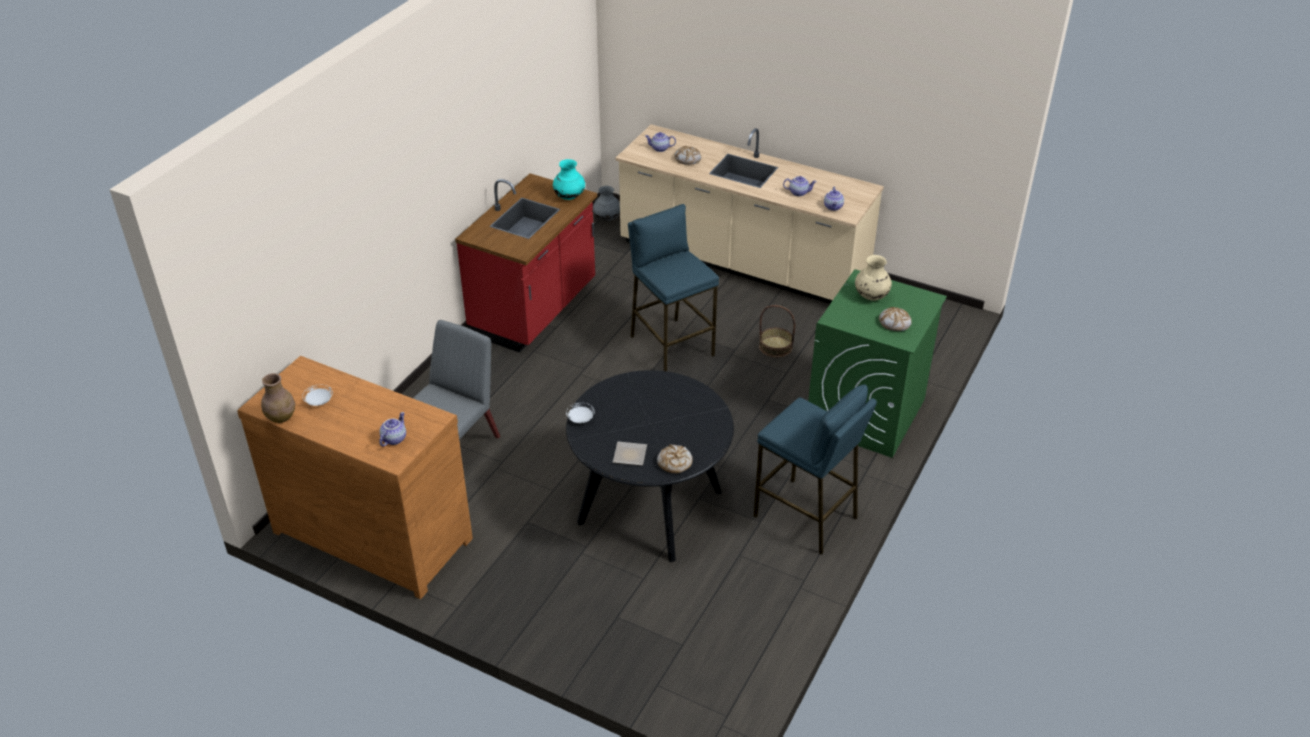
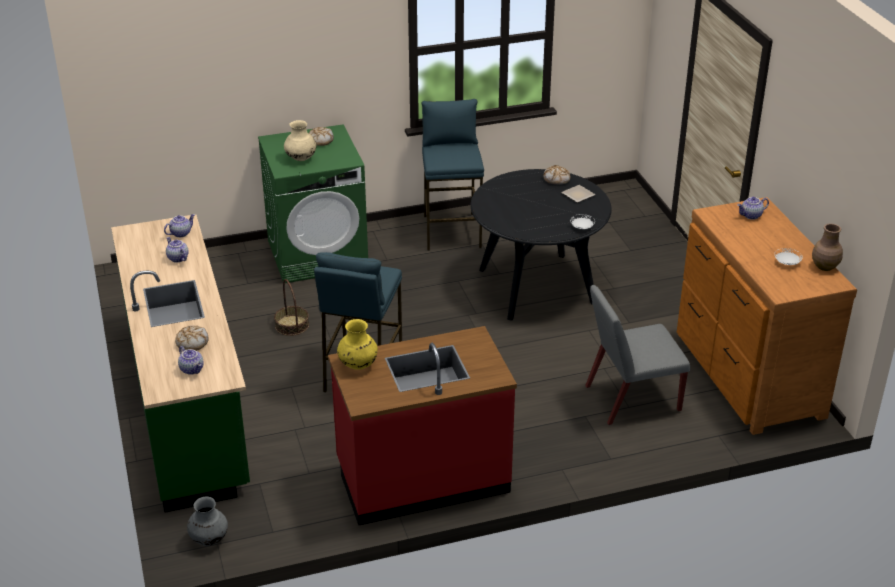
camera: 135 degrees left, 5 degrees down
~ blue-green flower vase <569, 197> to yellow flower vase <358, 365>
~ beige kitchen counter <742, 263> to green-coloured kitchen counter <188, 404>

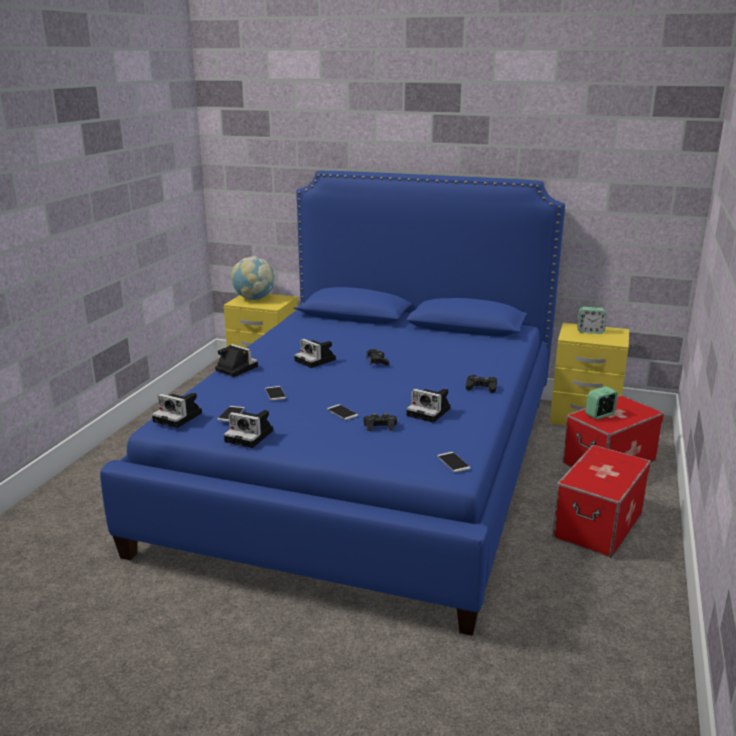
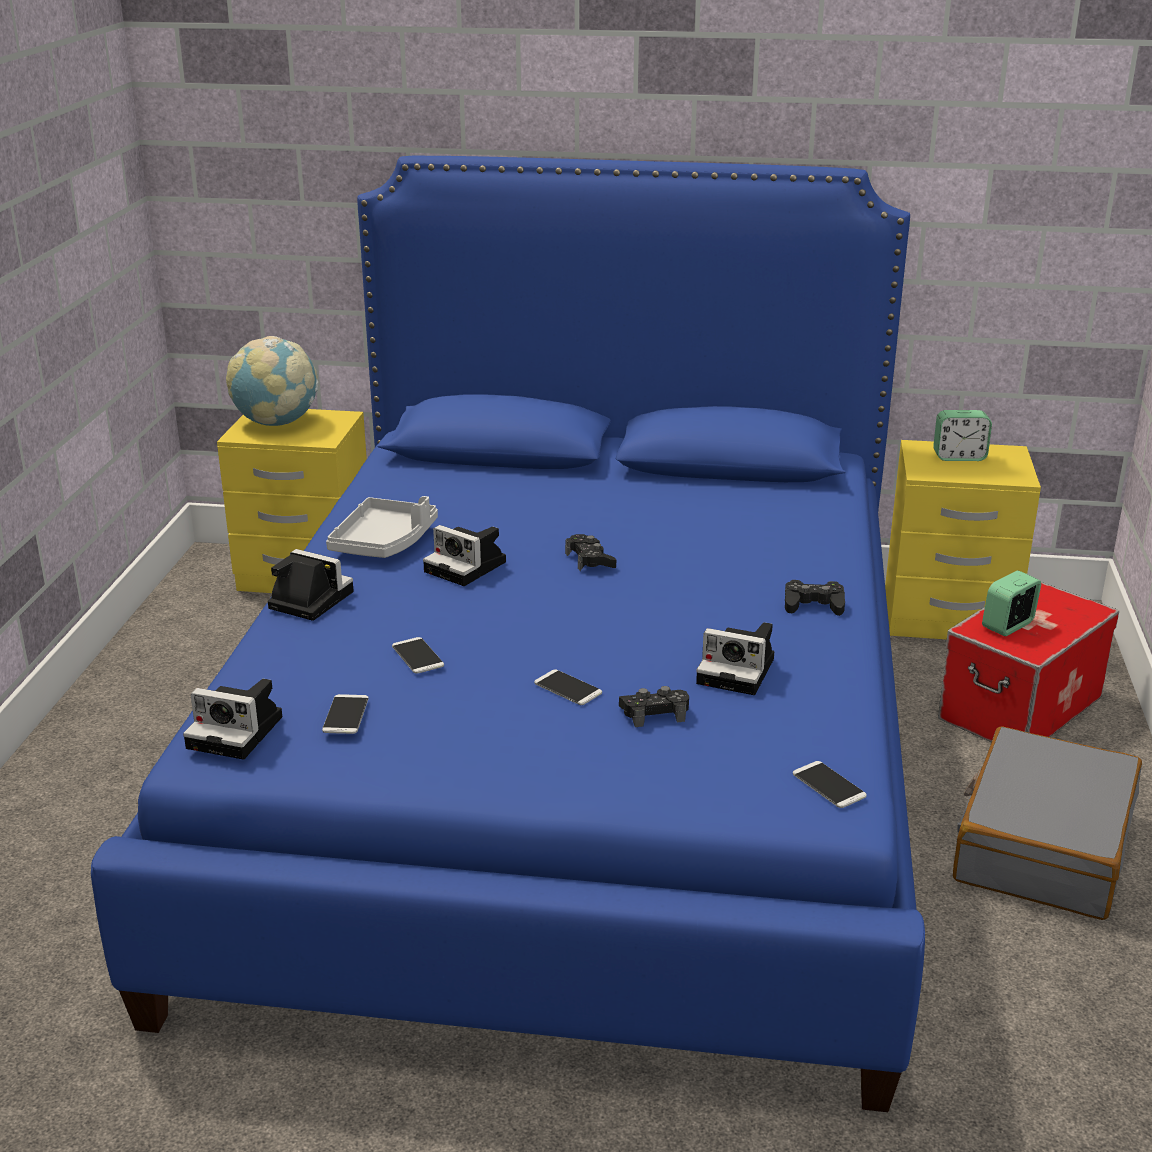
camera: 10 degrees left, 5 degrees up
- still camera <251, 436>
+ gray serving tray <384, 542>
~ storage bin <598, 525> to gray suitcase <1042, 846>

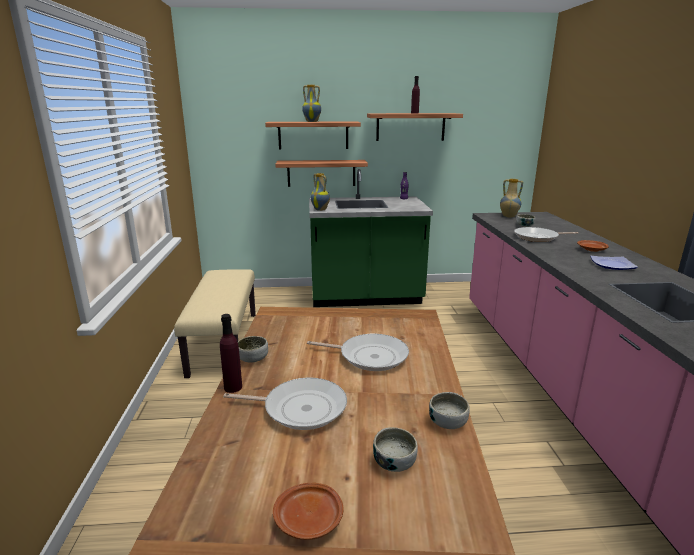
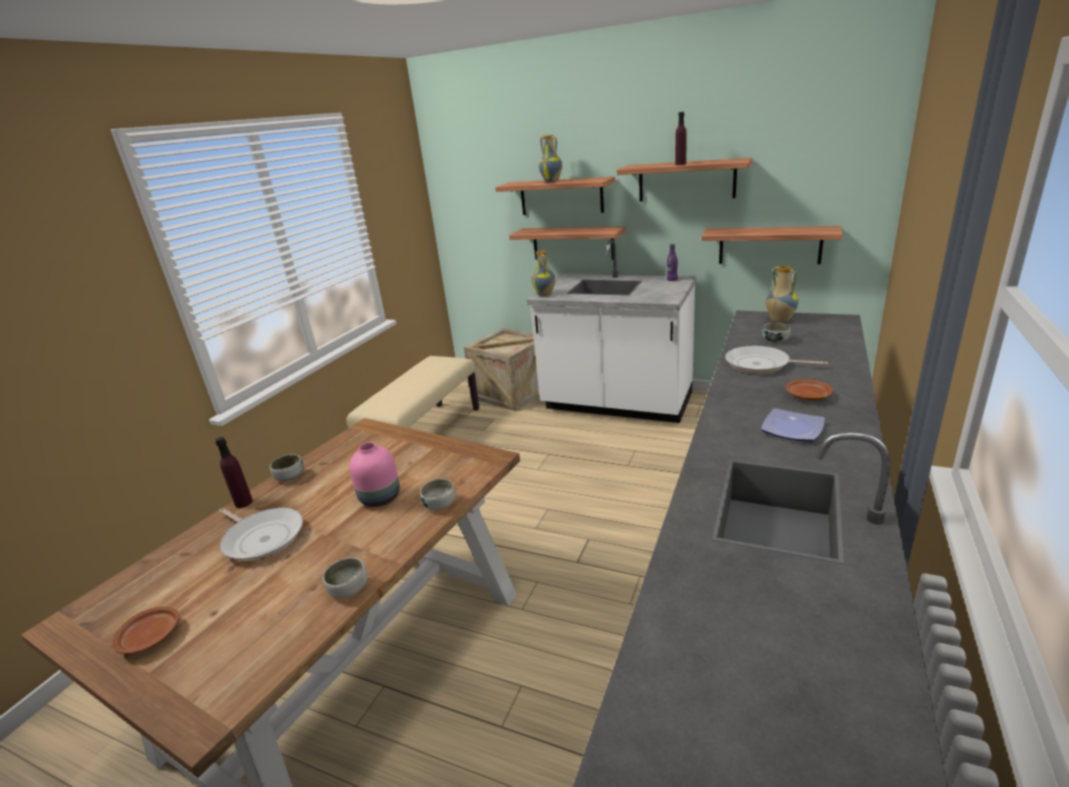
camera: 30 degrees right, 5 degrees up
+ shipping crate <512, 393>
+ wall shelf <769, 245>
~ deep dish <394, 462> to <440, 504>
~ pan <369, 356> to pink flower vase <380, 497>
~ green-coloured kitchen counter <365, 297> to white kitchen counter <617, 403>

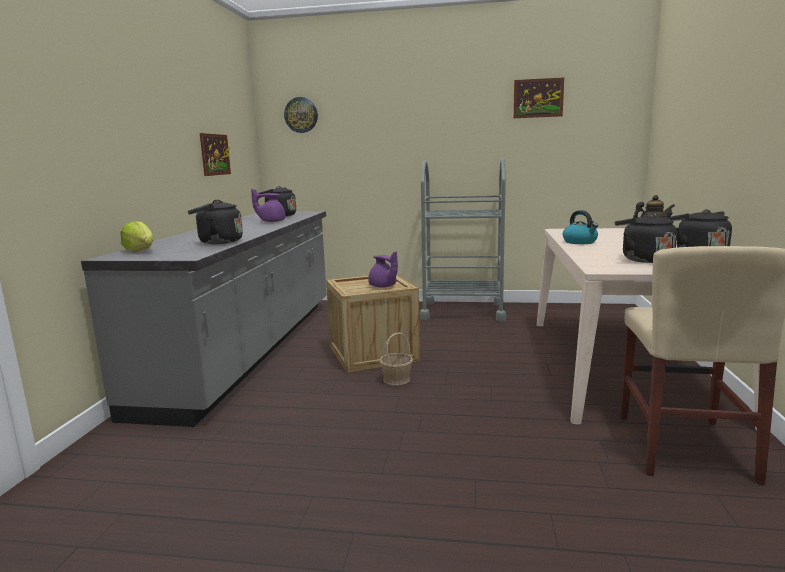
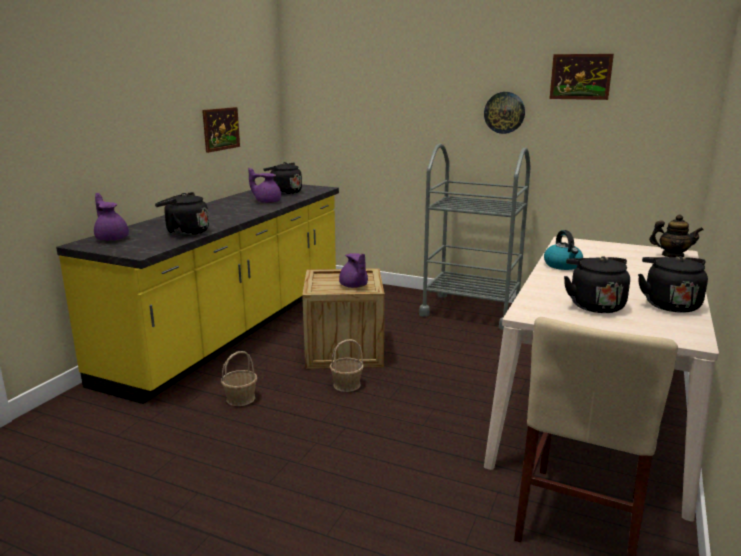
camera: 15 degrees right, 5 degrees up
+ household basket <241, 398>
~ hanging clock <301, 115> to <504, 112>
~ head of lettuce <140, 251> to purple pot for tea <112, 238>
~ gray kitchen counter <250, 349> to yellow kitchen counter <235, 327>

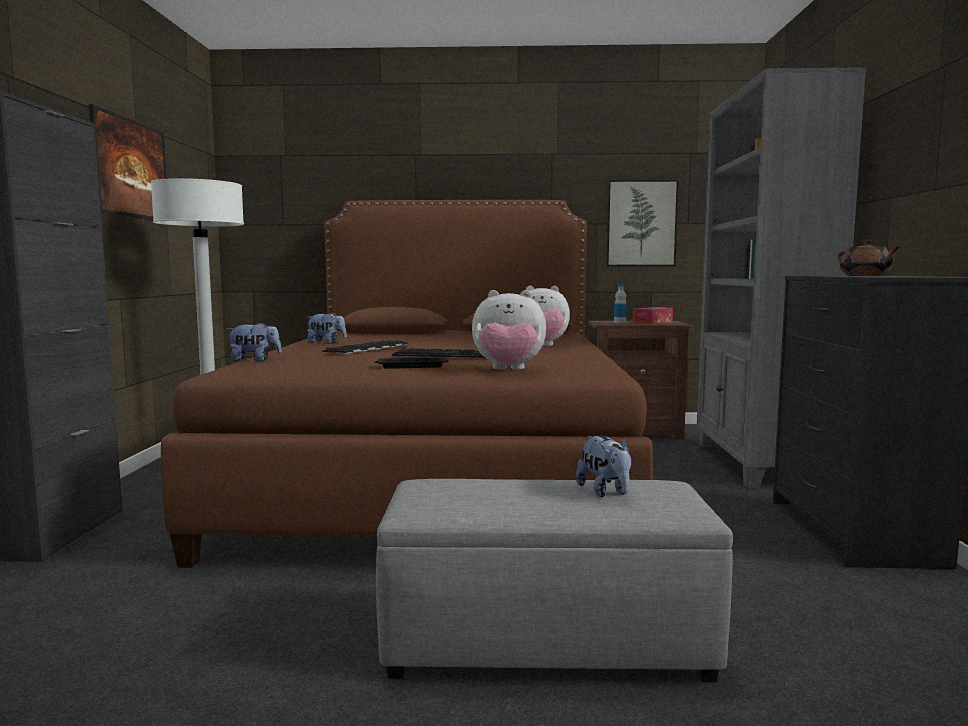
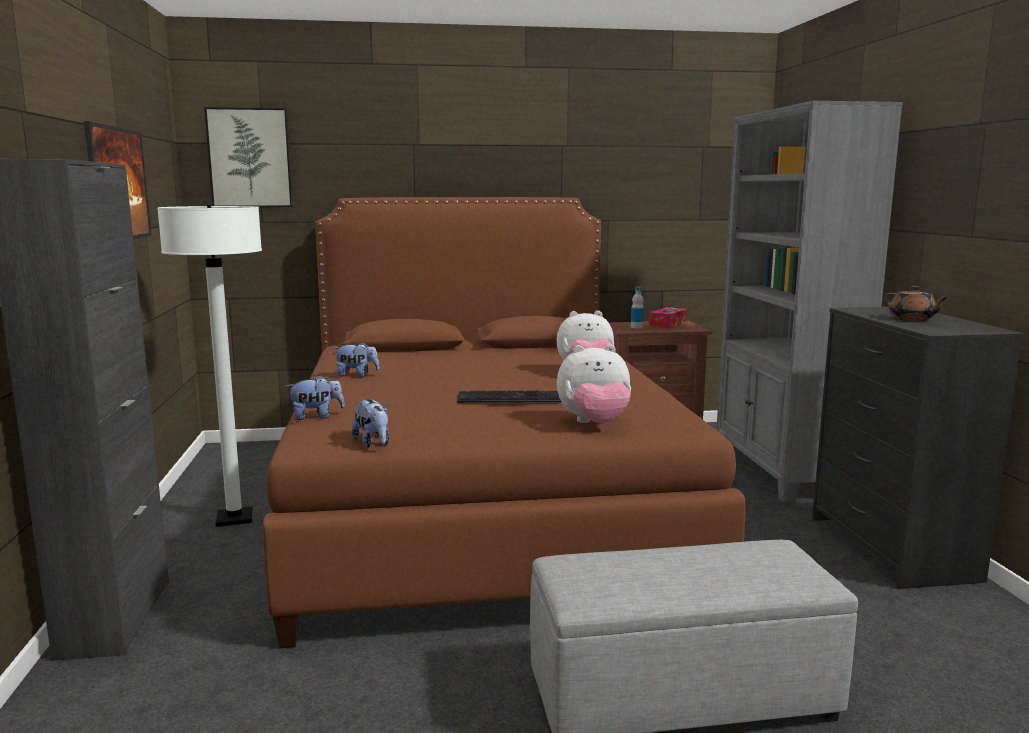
camera: 10 degrees left, 5 degrees up
- computer keyboard <367, 348>
- black-coloured serving tray <411, 366>
~ plush toy <605, 492> to <373, 443>
~ wall picture <641, 223> to <250, 158>

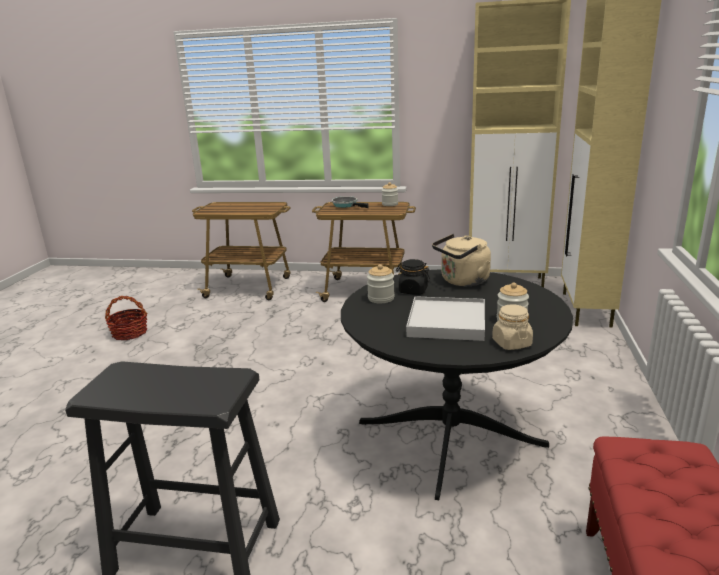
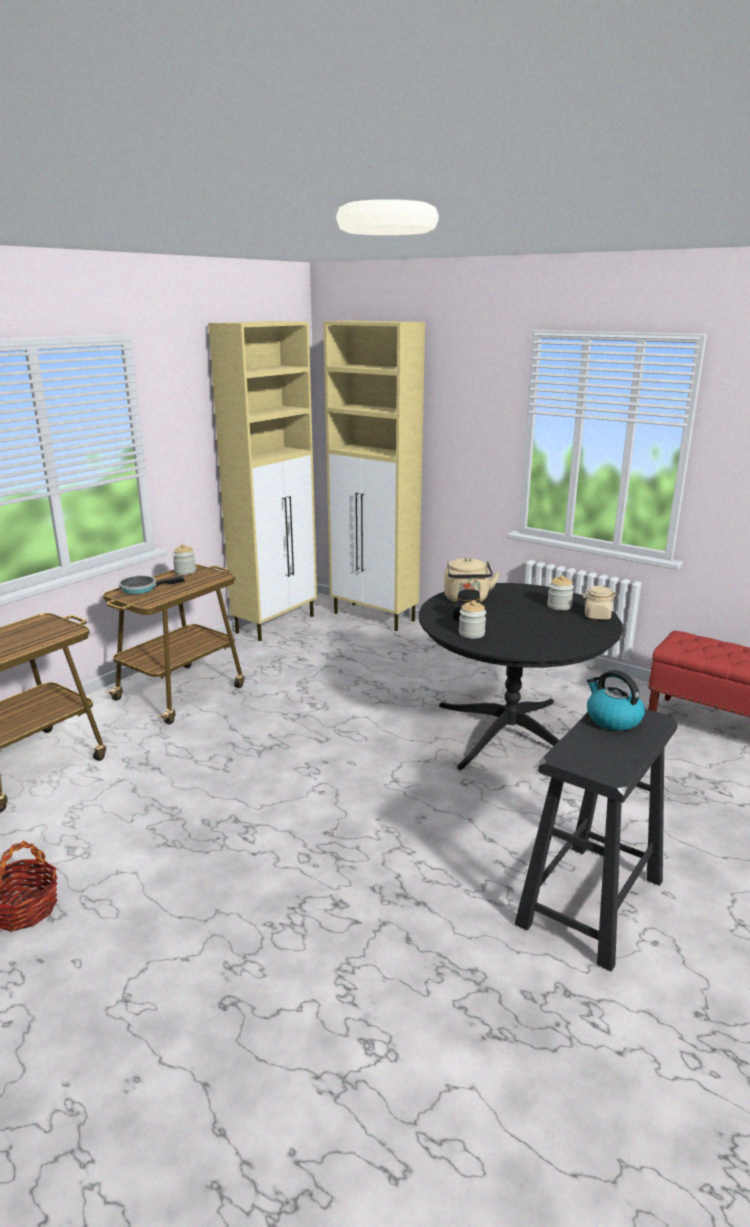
camera: 65 degrees left, 0 degrees up
- white serving tray <447, 322>
+ tea kettle <612, 719>

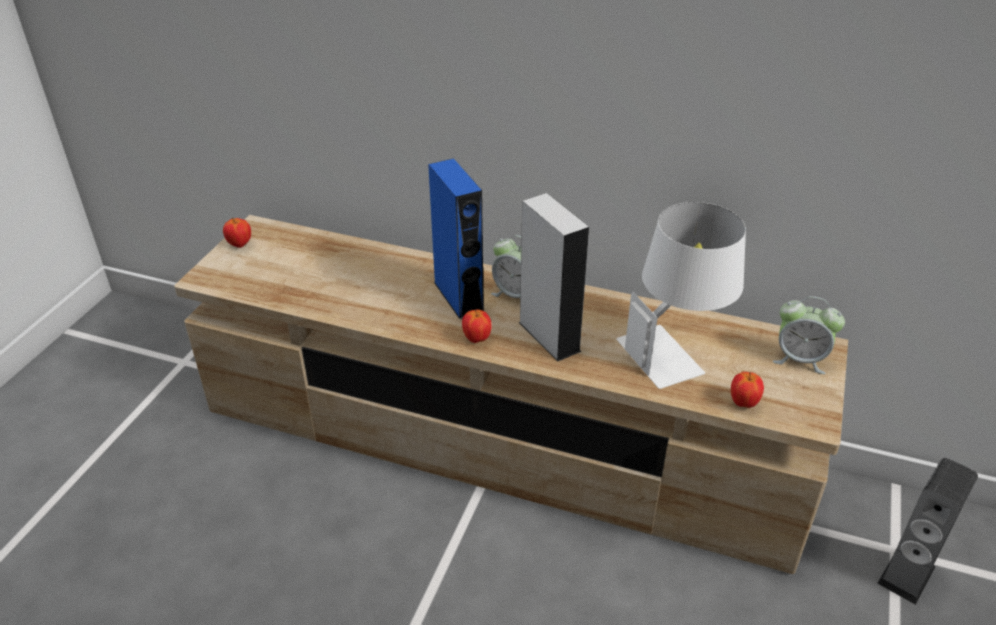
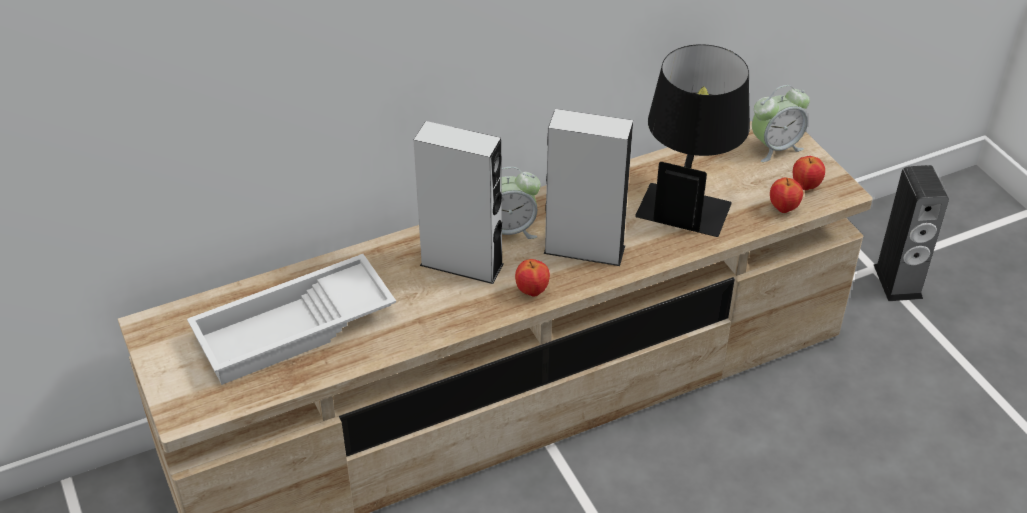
camera: 45 degrees left, 5 degrees up
+ white serving tray <294, 330>
~ apple fruit <240, 244> to <805, 186>
~ blue-coloured speaker <458, 297> to gray speaker <462, 264>
~ white lamp for a table <675, 350> to black-coloured lamp for a table <688, 197>

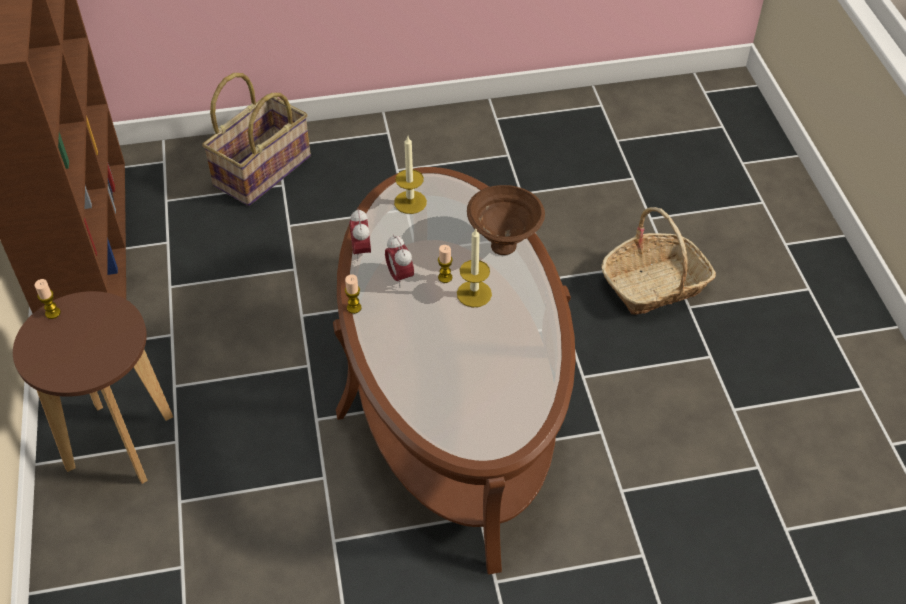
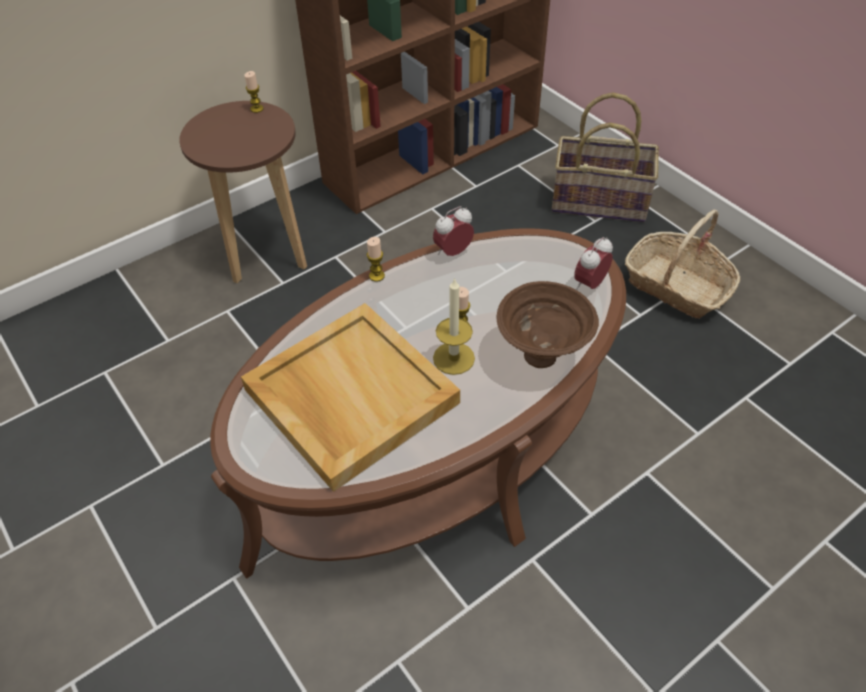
camera: 65 degrees right, 0 degrees up
- wax light <410, 202>
+ beige serving tray <349, 396>
~ table clock <400, 276> to <590, 284>
~ household basket <655, 285> to <677, 286>

